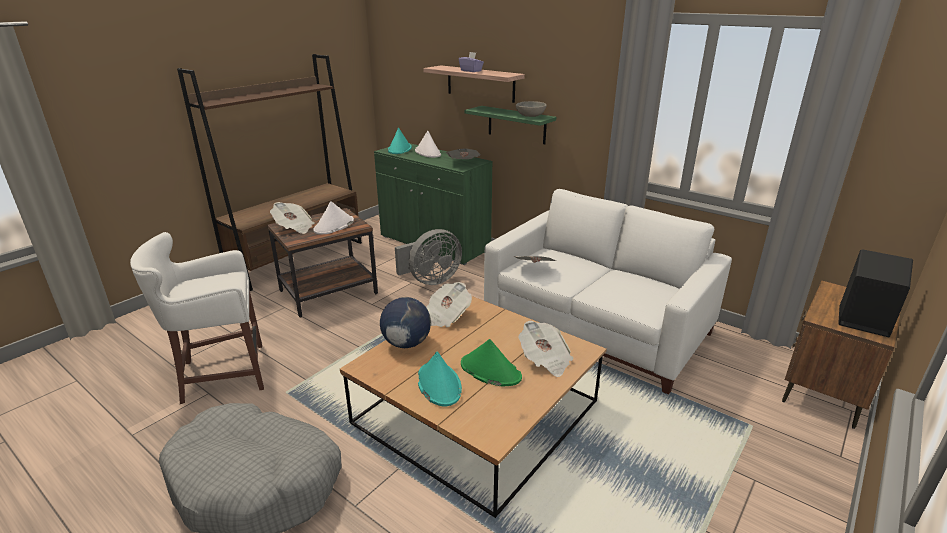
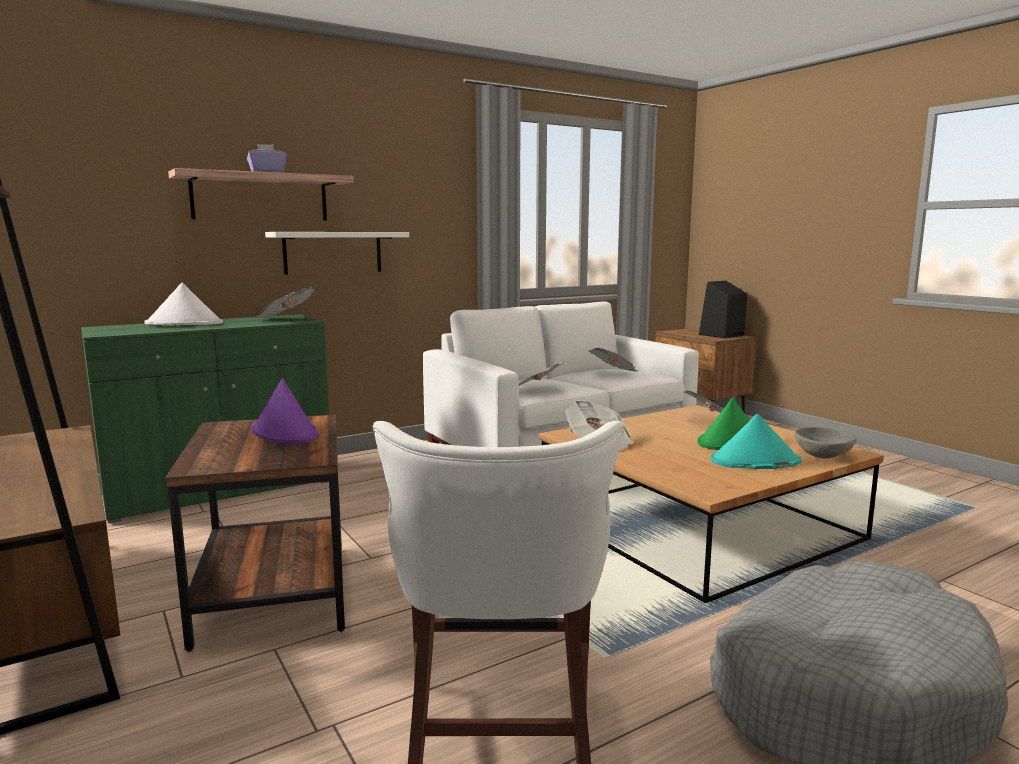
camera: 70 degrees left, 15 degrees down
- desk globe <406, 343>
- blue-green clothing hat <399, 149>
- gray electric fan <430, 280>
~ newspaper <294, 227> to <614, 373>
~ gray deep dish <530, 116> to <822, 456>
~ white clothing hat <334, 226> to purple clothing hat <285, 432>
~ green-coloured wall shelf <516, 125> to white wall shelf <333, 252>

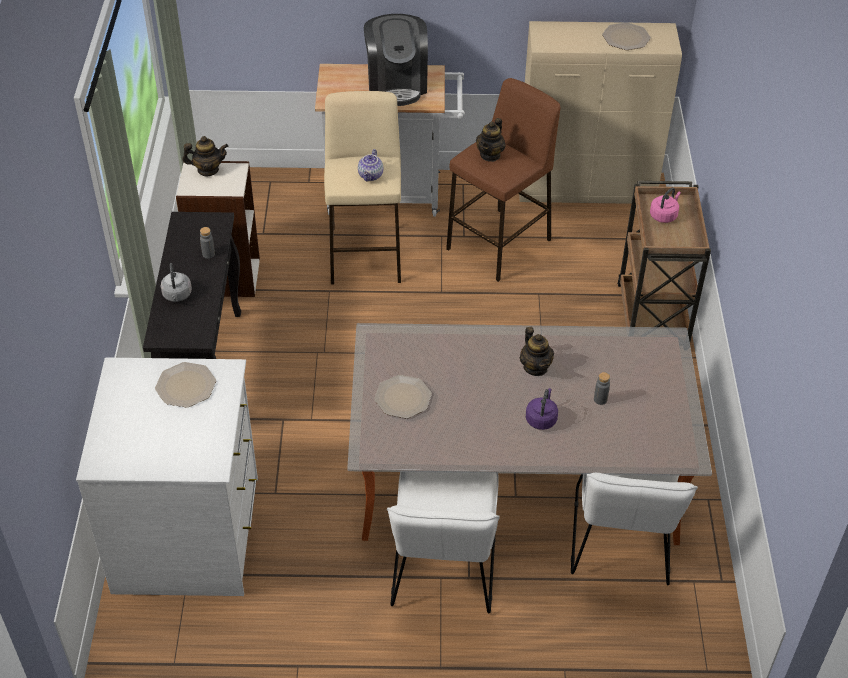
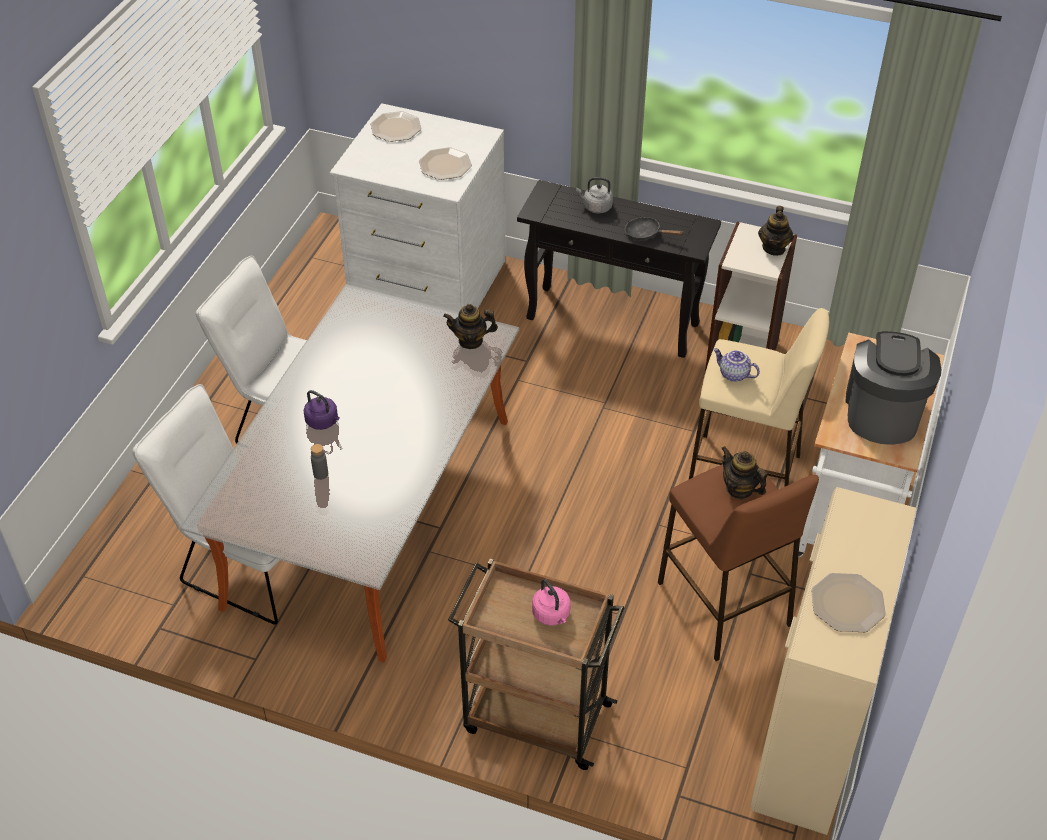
camera: 110 degrees right, 0 degrees up
~ dinner plate <402, 397> to <396, 127>
~ pot for tea <535, 367> to <470, 341>
~ gray drink bottle <208, 254> to black-coloured pan <646, 234>
~ coffee brewer <396, 84> = <882, 412> 90 degrees clockwise

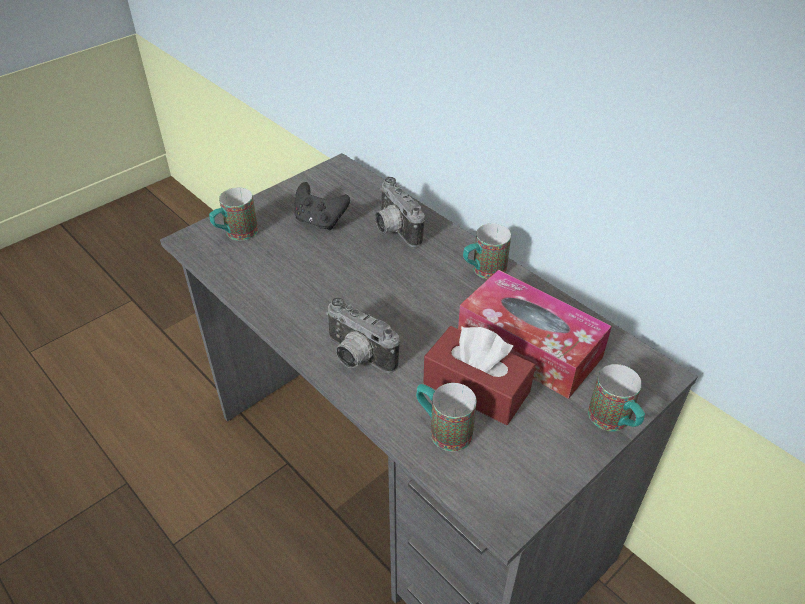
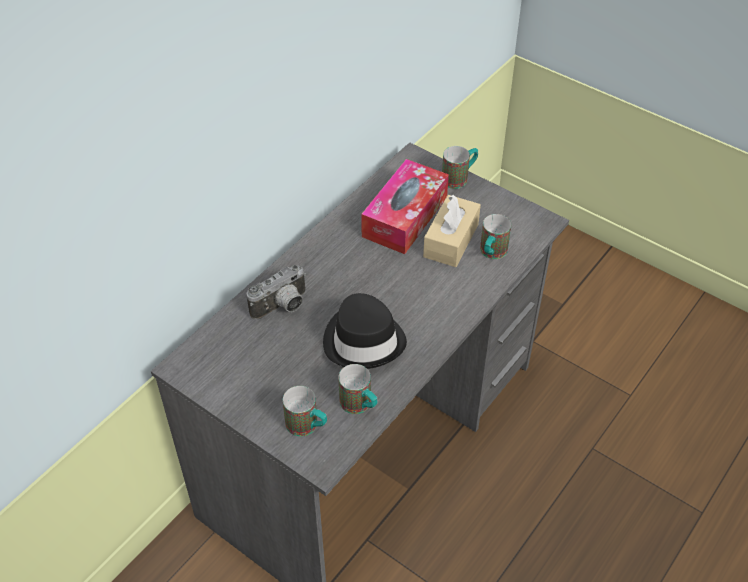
camera: 100 degrees left, 5 degrees up
- black-coloured joypad <320, 221>
- still camera <356, 357>
+ black-coloured clothing hat <364, 340>
~ coffee mug <483, 271> to <360, 406>
~ red-coloured tissue box <476, 387> to beige tissue box <451, 240>

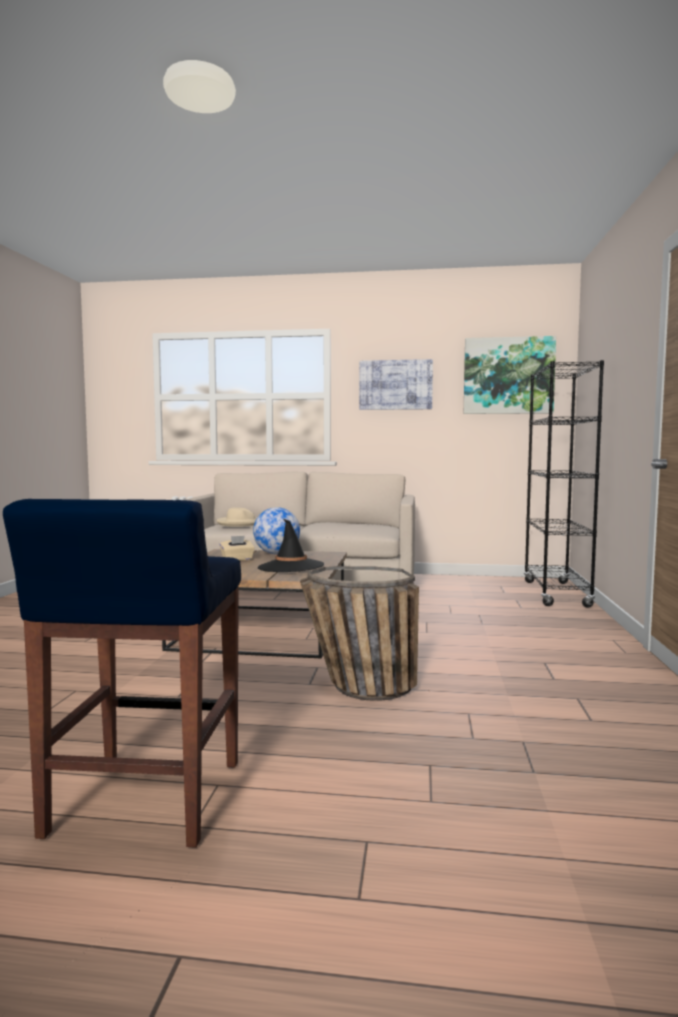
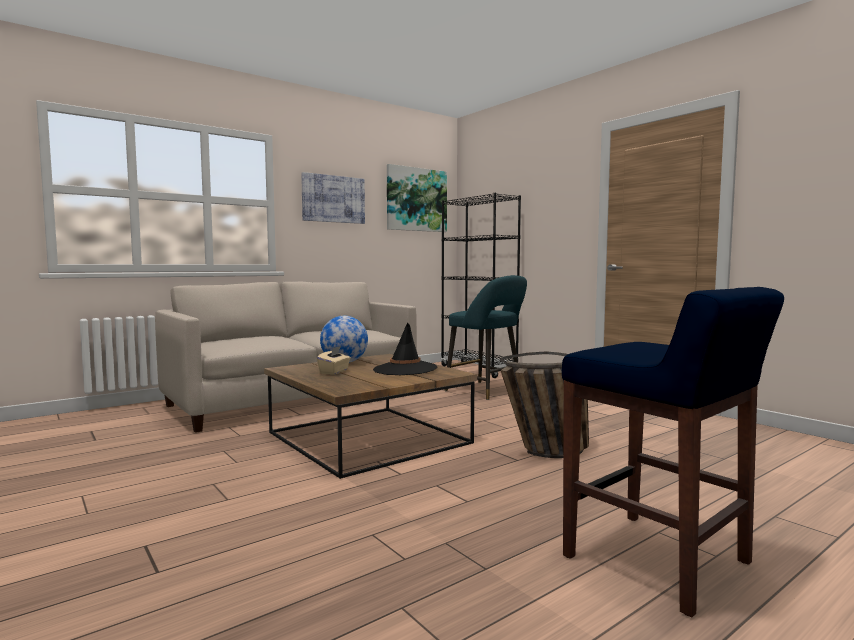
camera: 45 degrees left, 0 degrees up
- beige clothing hat <240, 523>
+ blue-green stool <487, 391>

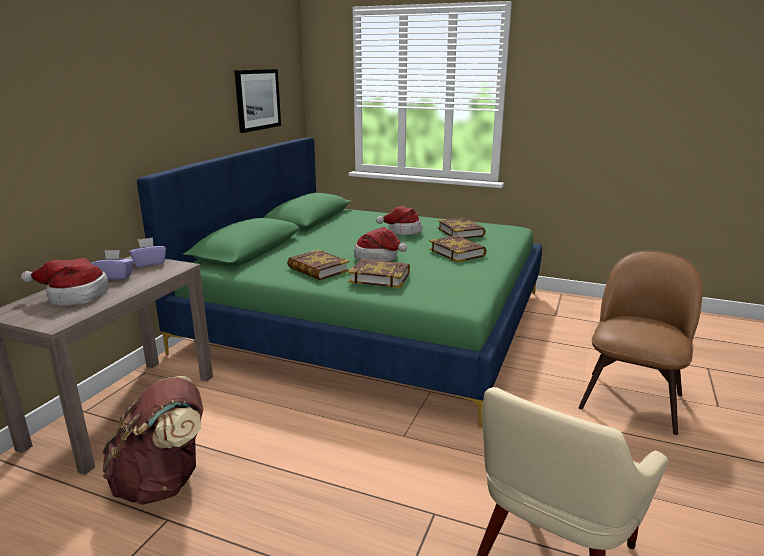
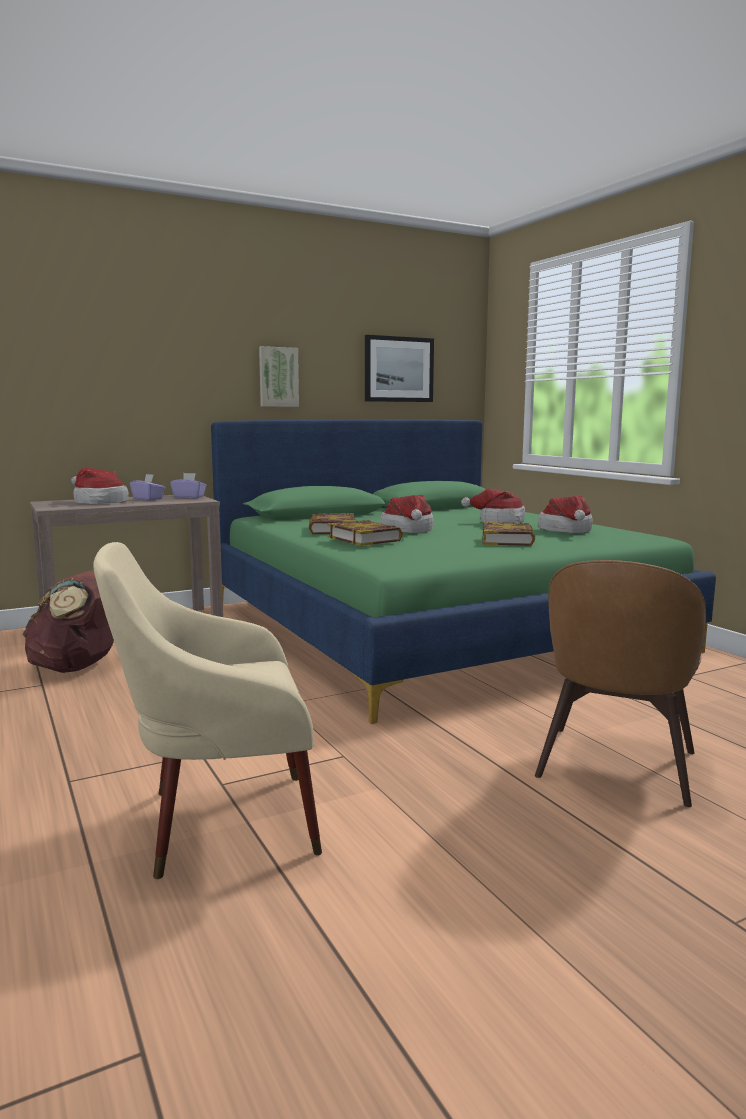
camera: 40 degrees right, 10 degrees down
+ wall picture <278, 377>
~ bound book <461, 232> to clothing hat <567, 530>
~ brown upright chair <632, 398> = <615, 767> 135 degrees clockwise

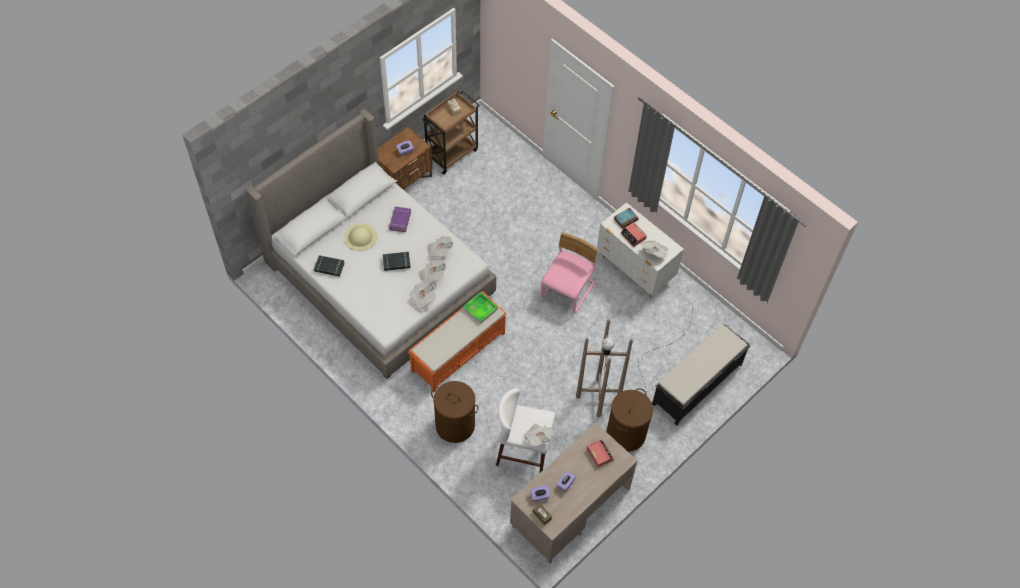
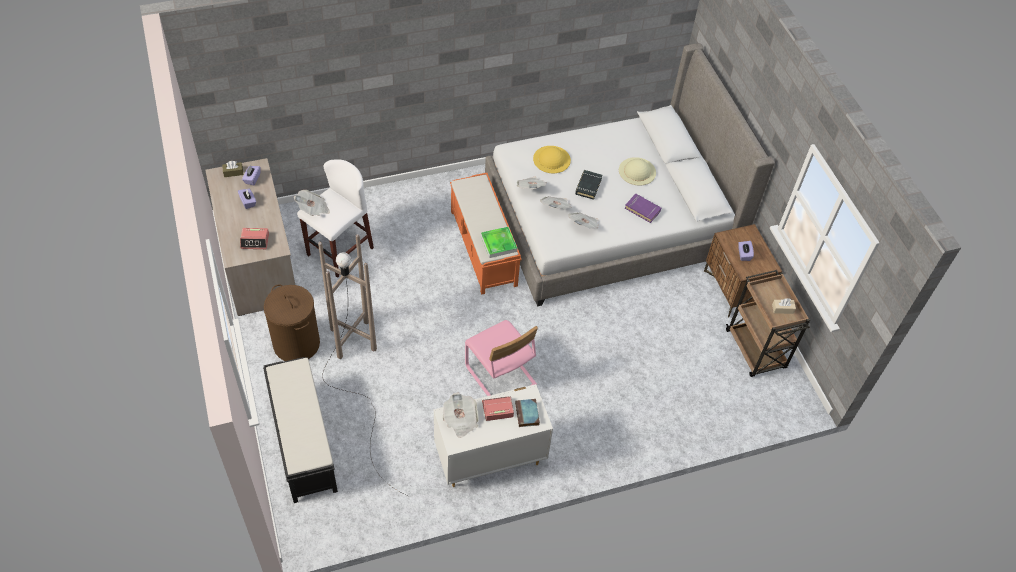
camera: 115 degrees right, 5 degrees down
- black-coloured bound book <329, 267>
- brown laundry basket <455, 425>
+ yellow clothing hat <551, 159>

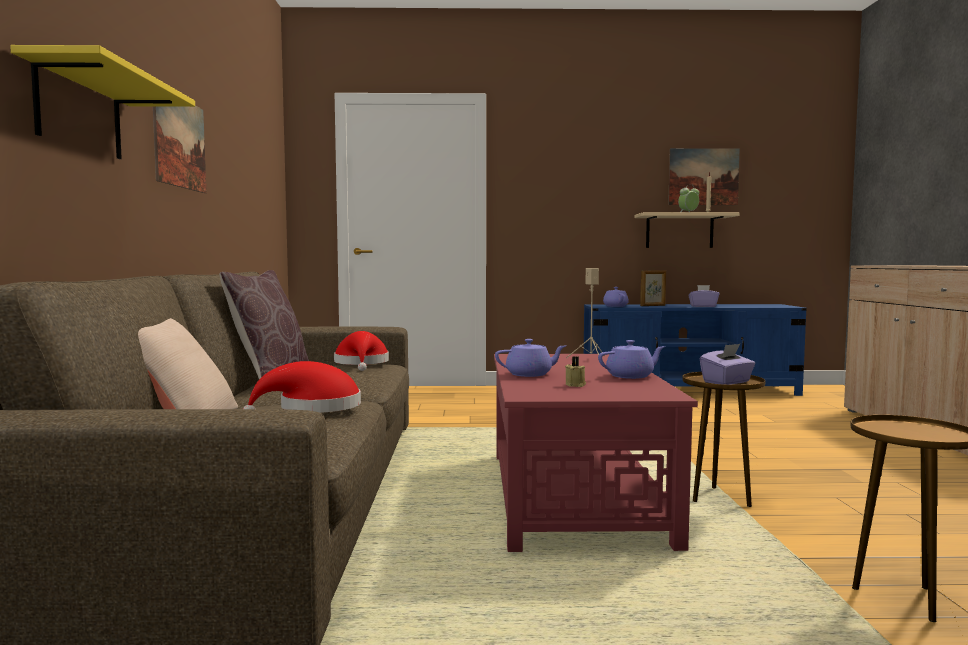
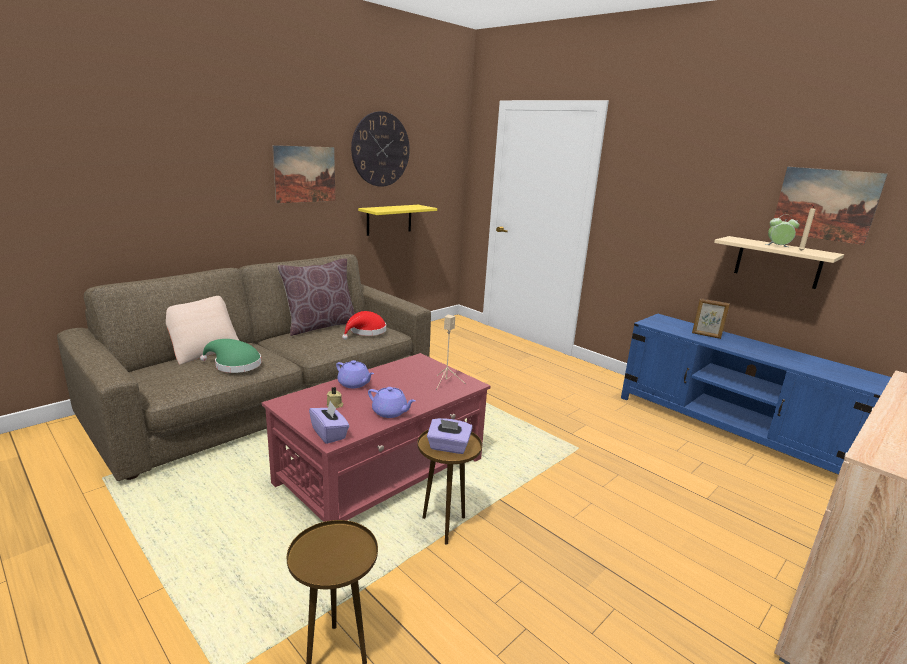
camera: 45 degrees right, 15 degrees up
- purple pot for tea <615, 306>
+ hanging clock <381, 149>
~ yellow wall shelf <79, 112> to <389, 219>
~ purple tissue box <703, 306> to <329, 434>
~ red-coloured clothing hat <313, 408> to green-coloured clothing hat <234, 365>

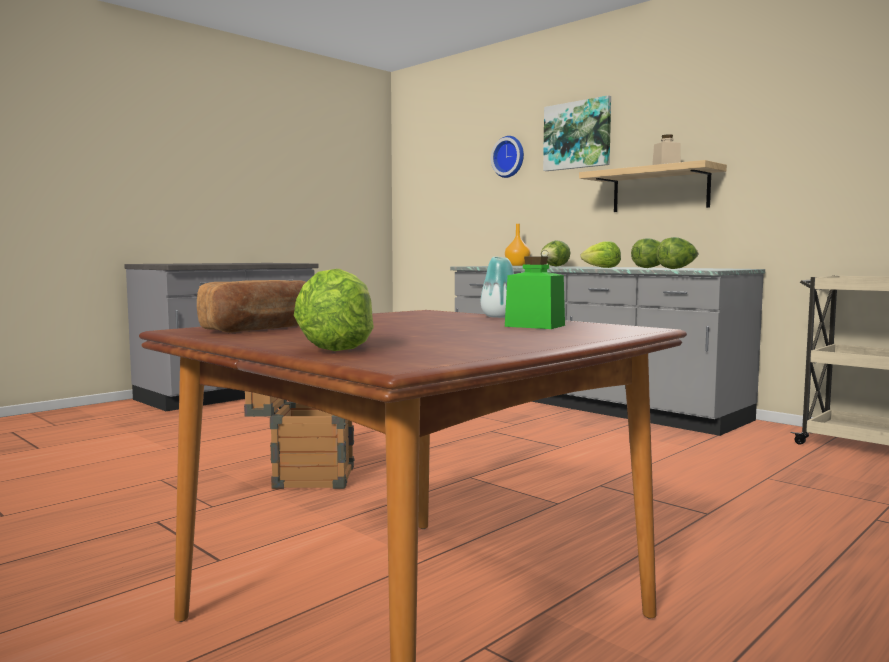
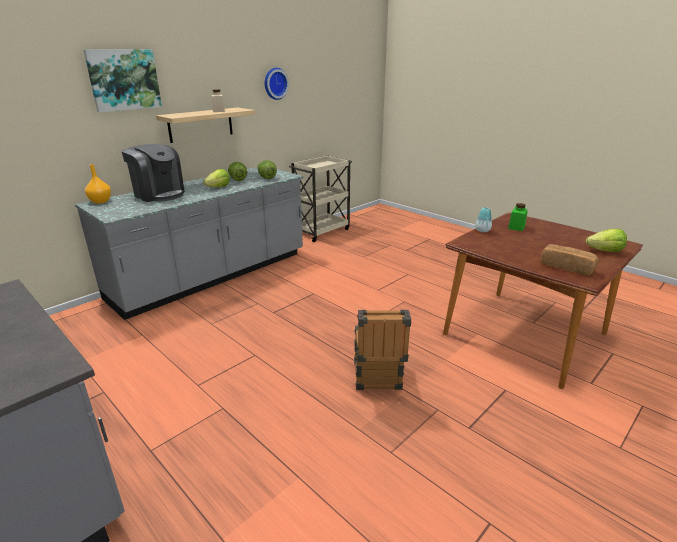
camera: 90 degrees left, 20 degrees up
~ hanging clock <509, 157> to <275, 83>
~ head of lettuce <554, 266> to coffee brewer <159, 194>

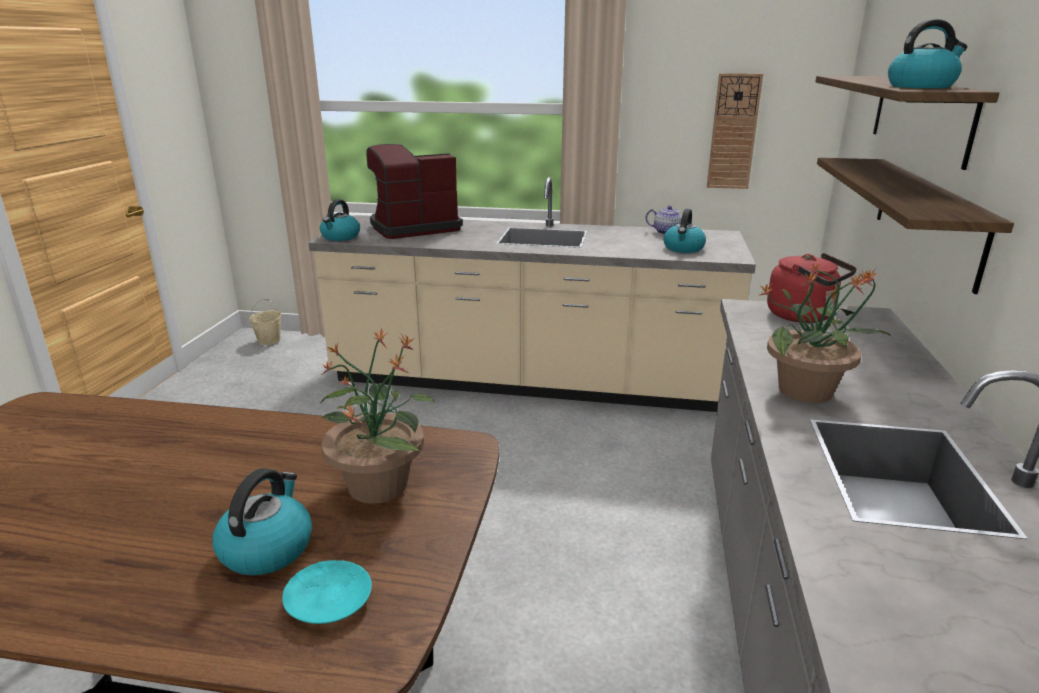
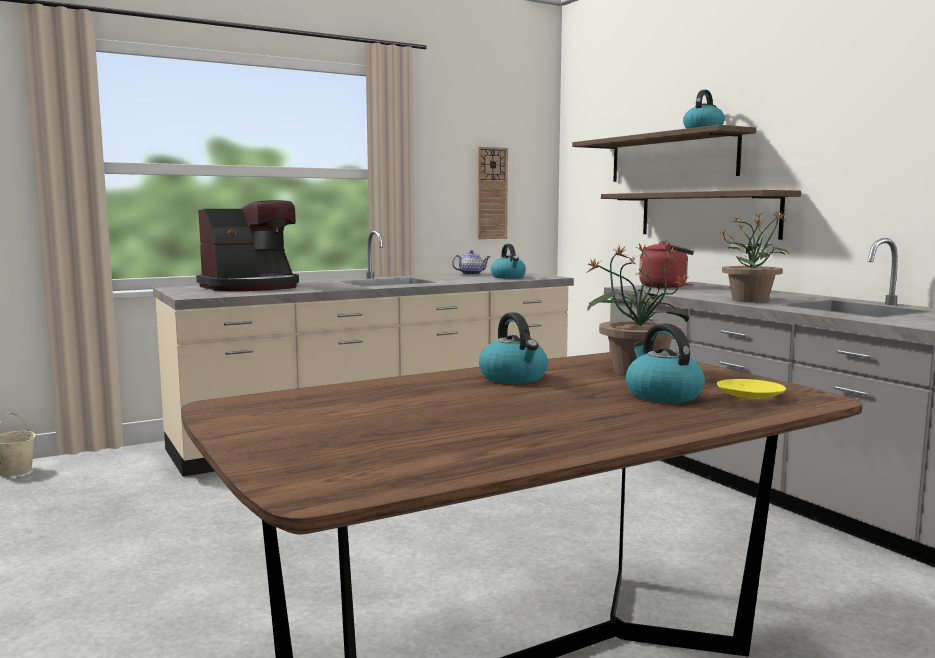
camera: 40 degrees left, 15 degrees down
~ tea kettle <340, 237> to <514, 378>
~ blue-green dinner plate <328, 599> to yellow dinner plate <749, 395>
~ coffee brewer <413, 228> = <252, 287> 150 degrees counterclockwise

